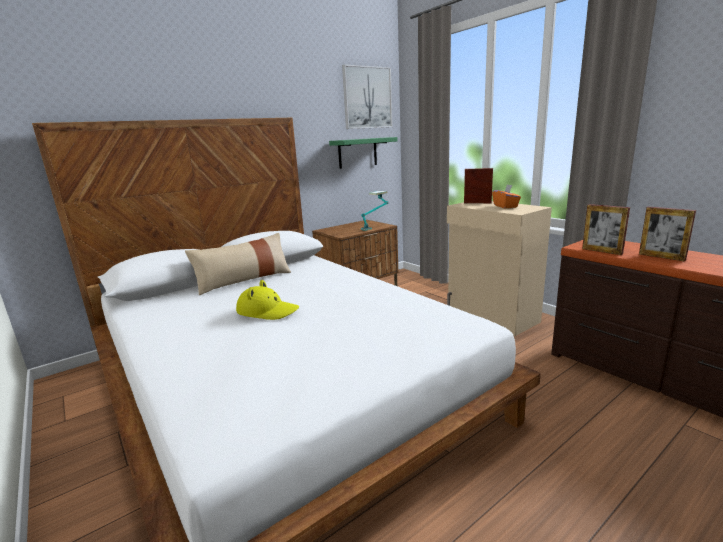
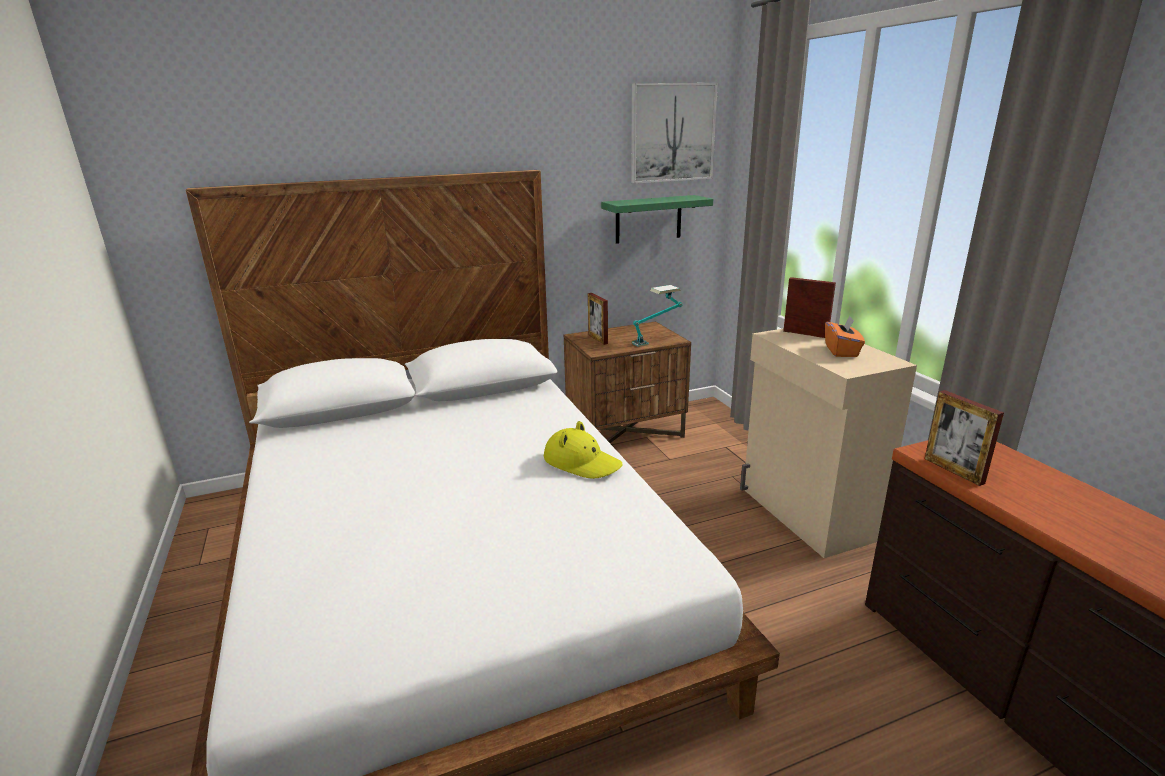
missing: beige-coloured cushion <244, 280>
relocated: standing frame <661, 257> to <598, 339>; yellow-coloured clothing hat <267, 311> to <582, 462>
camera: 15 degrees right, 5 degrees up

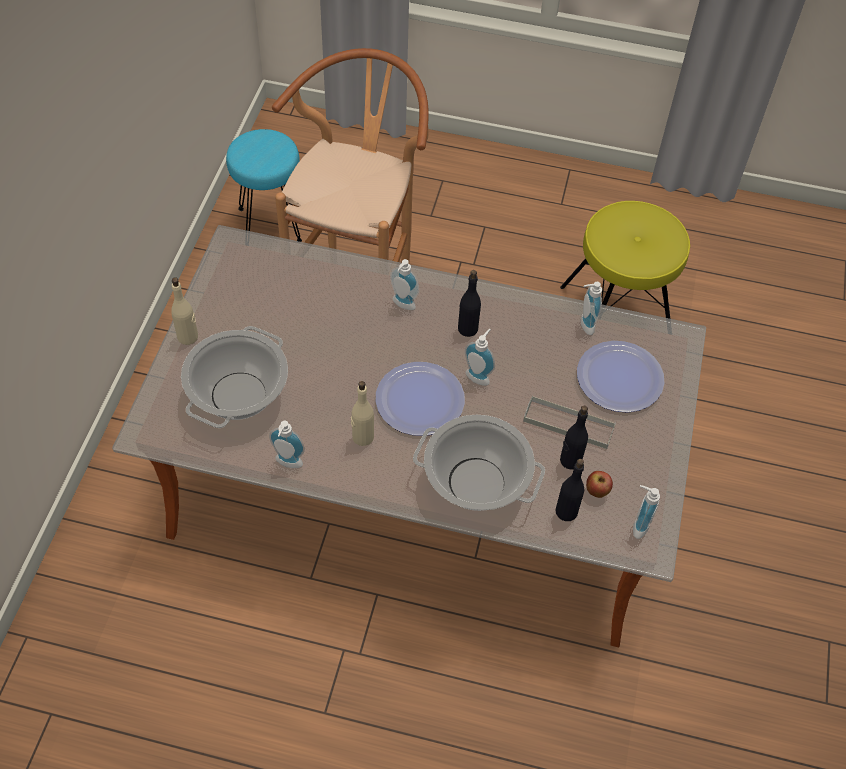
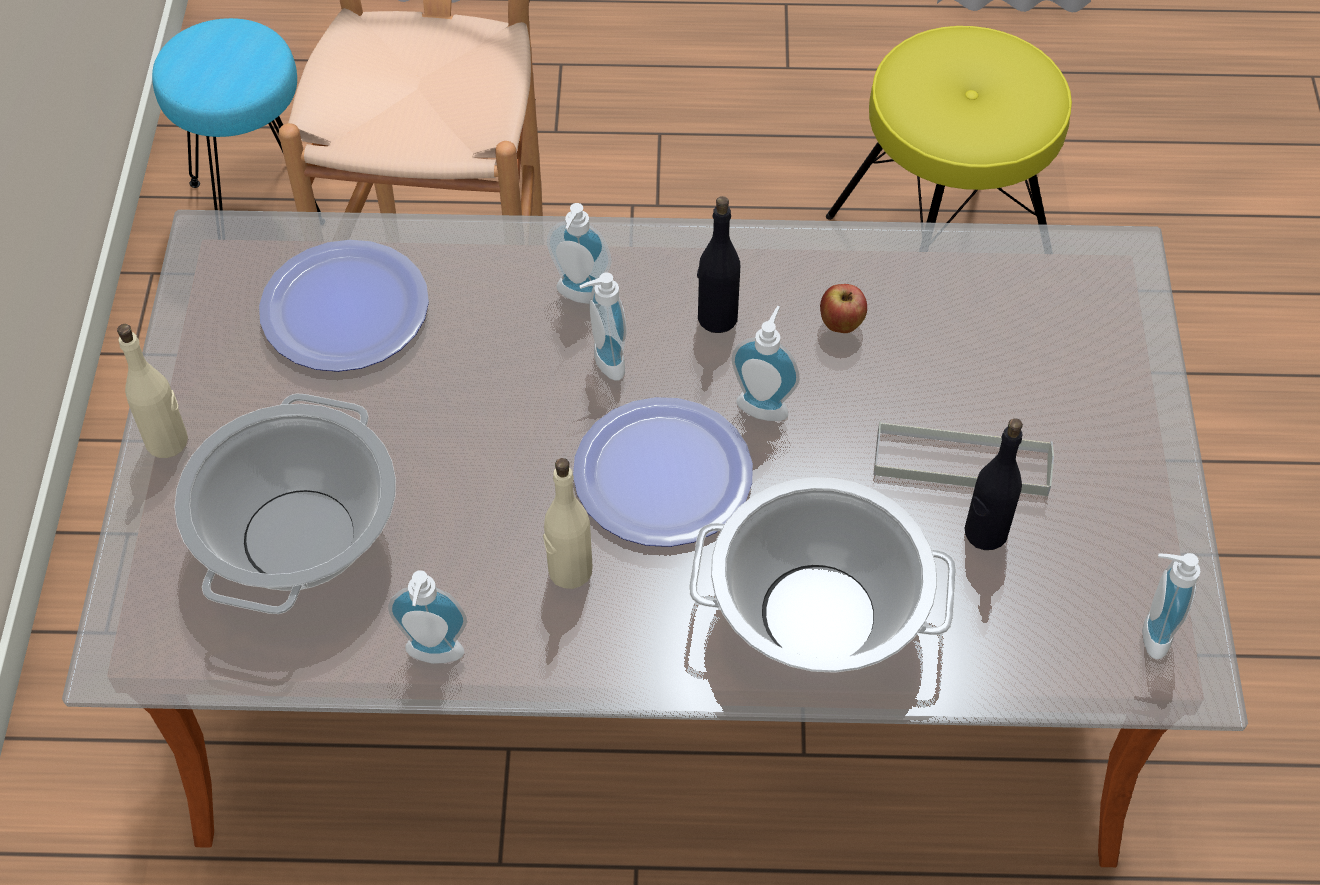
missing: black-coloured drink bottle <566, 511>
relocated: soap bottle <584, 325> to <603, 363>; plate <620, 378> to <345, 309>; whole apple <597, 491> to <841, 325>
camera: 10 degrees left, 0 degrees up

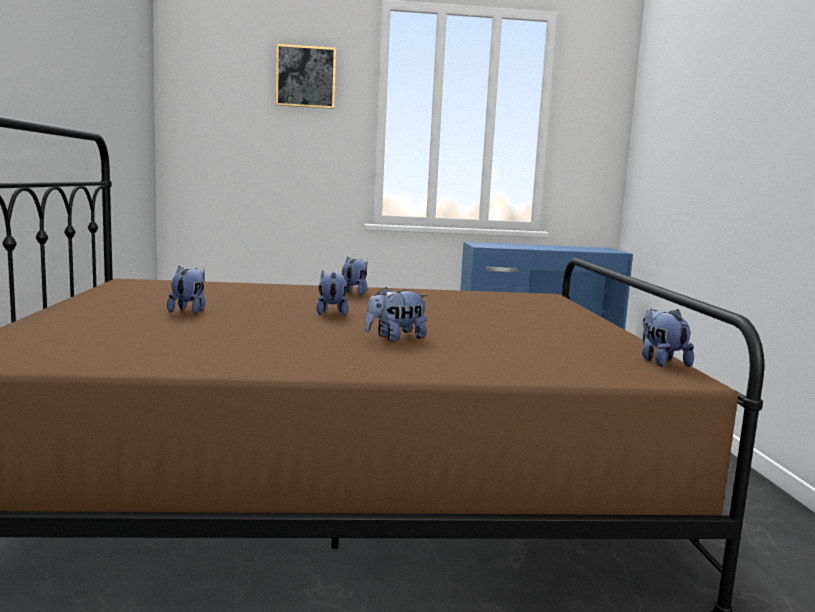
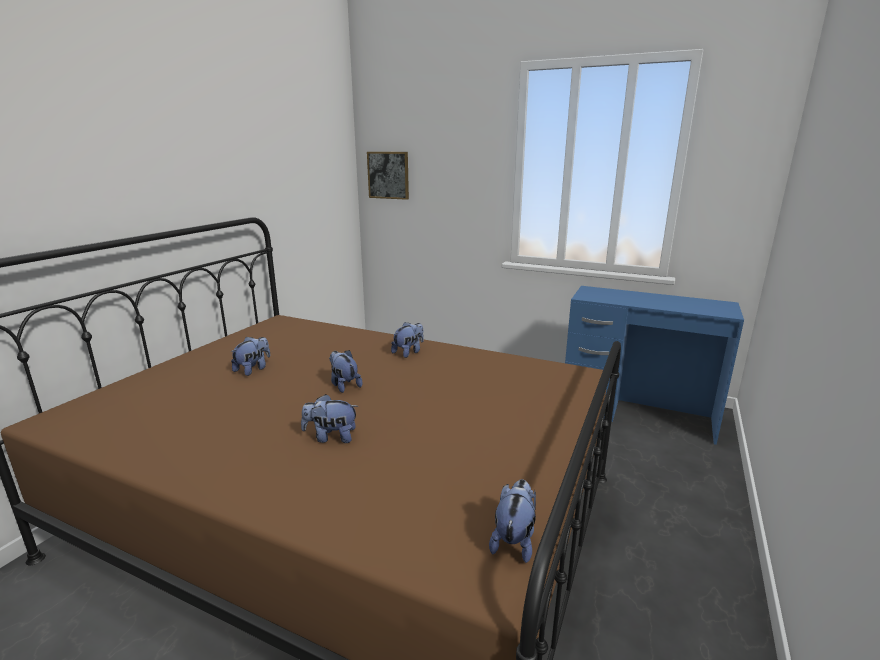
relocated: wall art <305, 77> to <388, 175>
spun: cuddly toy <332, 313> = <344, 385> 60 degrees counterclockwise
camera: 30 degrees right, 10 degrees up

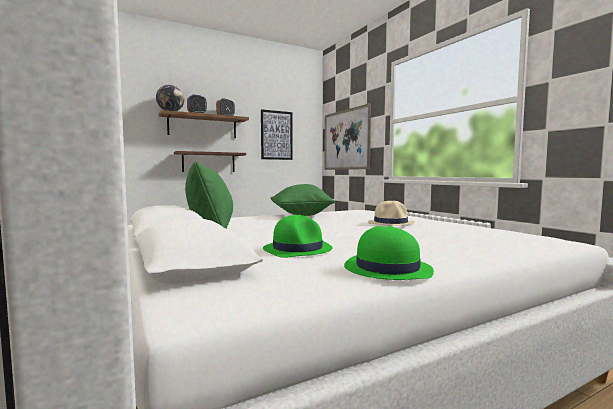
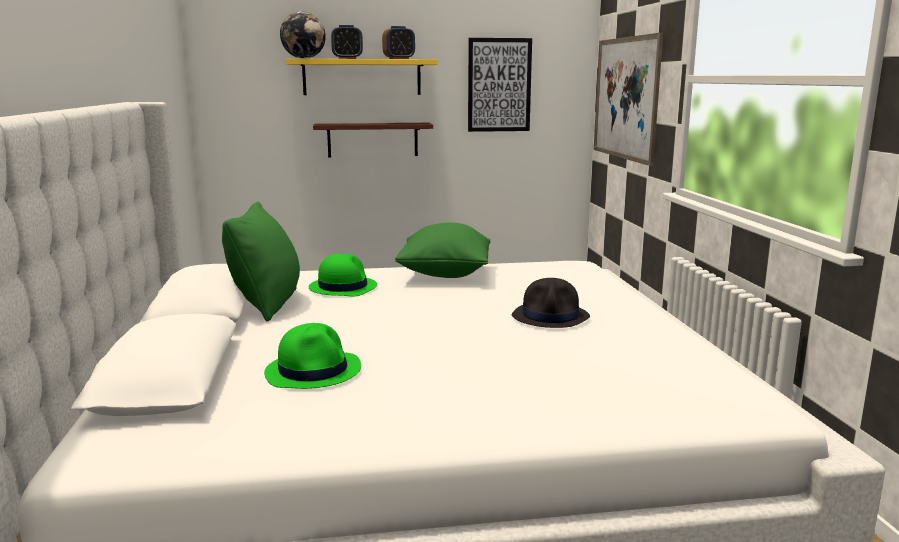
relocated: green-coloured clothing hat <386, 269> to <342, 287>
colour: brown-coloured wall shelf <202, 126> to yellow-coloured wall shelf <362, 77>; beige-coloured clothing hat <391, 223> to black-coloured clothing hat <551, 316>
camera: 20 degrees right, 10 degrees up

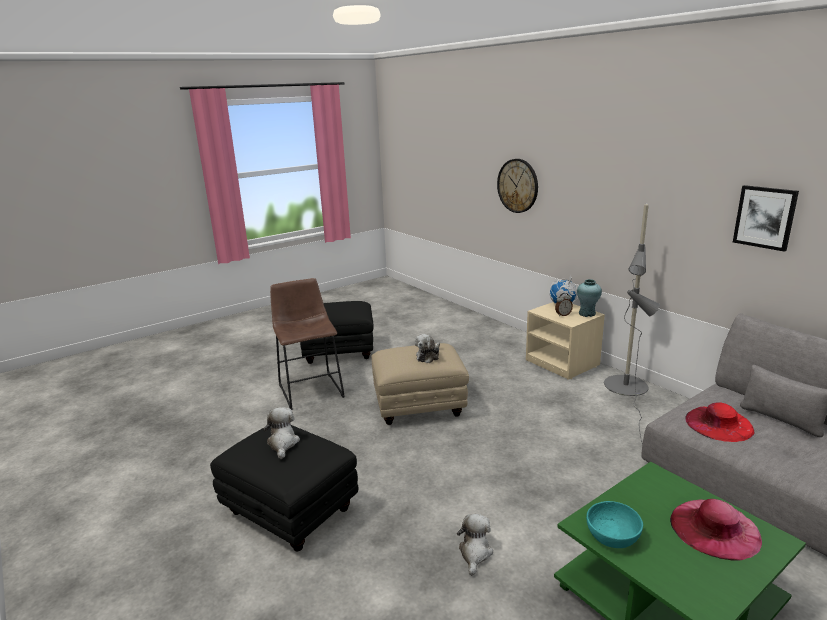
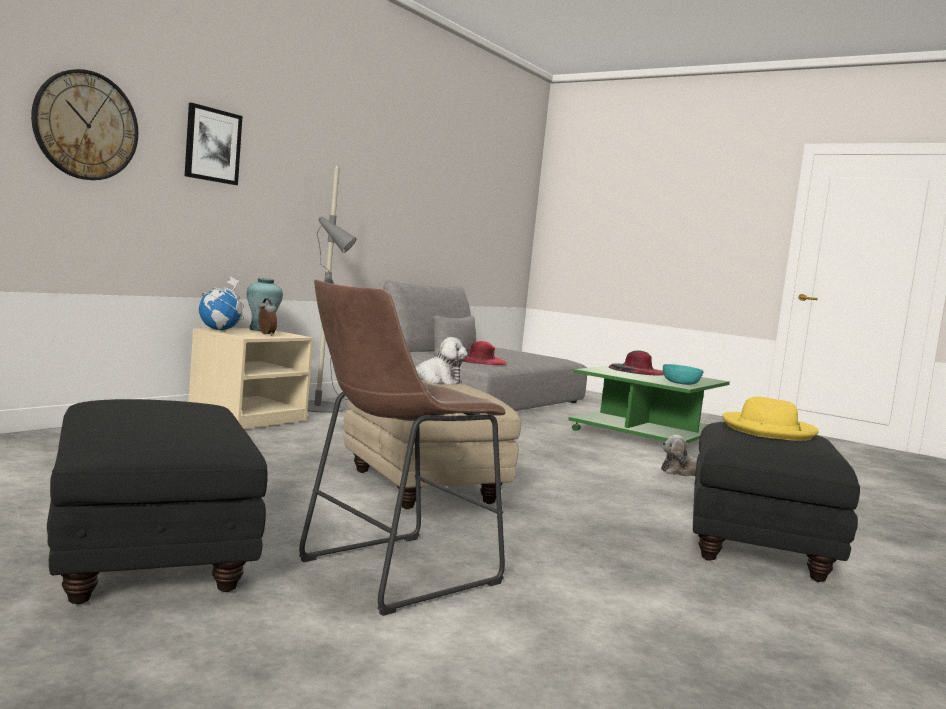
relocated: wall art <765, 217> to <212, 145>
exchanged: cuddly toy <282, 443> to yellow-coloured clothing hat <768, 431>
colour: pink clothing hat <715, 528> to black-coloured clothing hat <637, 370>
camera: 110 degrees left, 15 degrees down

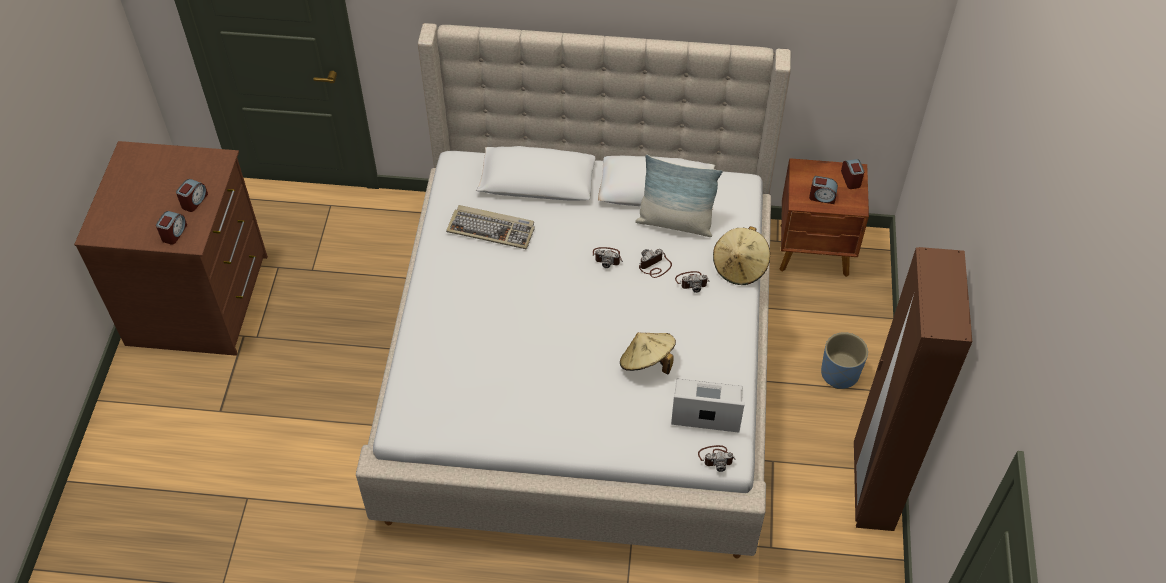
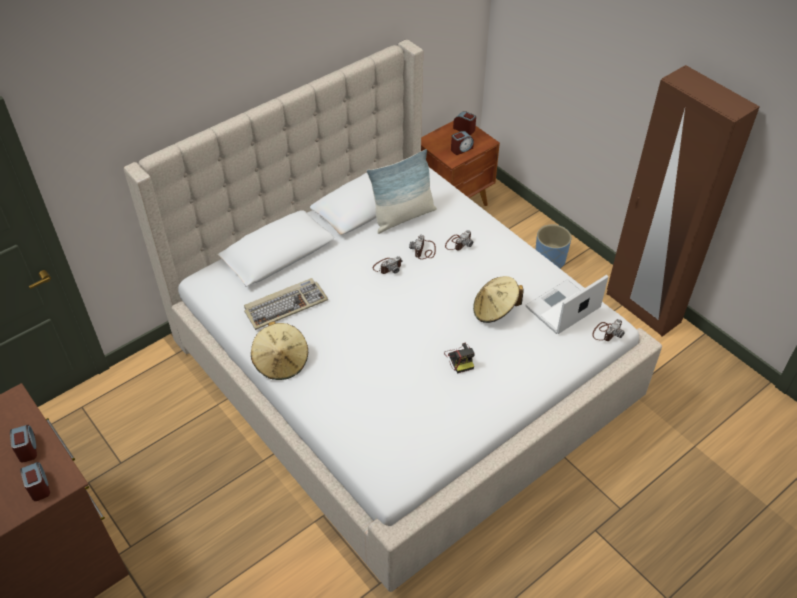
appeared: still camera <460, 359>
relocated: beige-coloured clothing hat <740, 267> to <281, 362>
camera: 45 degrees left, 5 degrees down

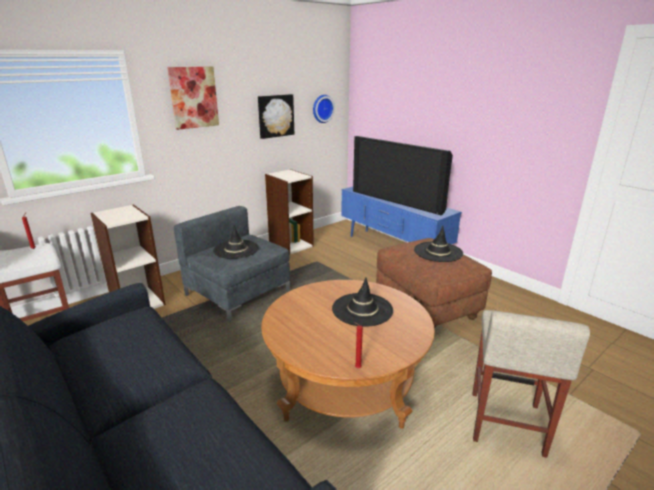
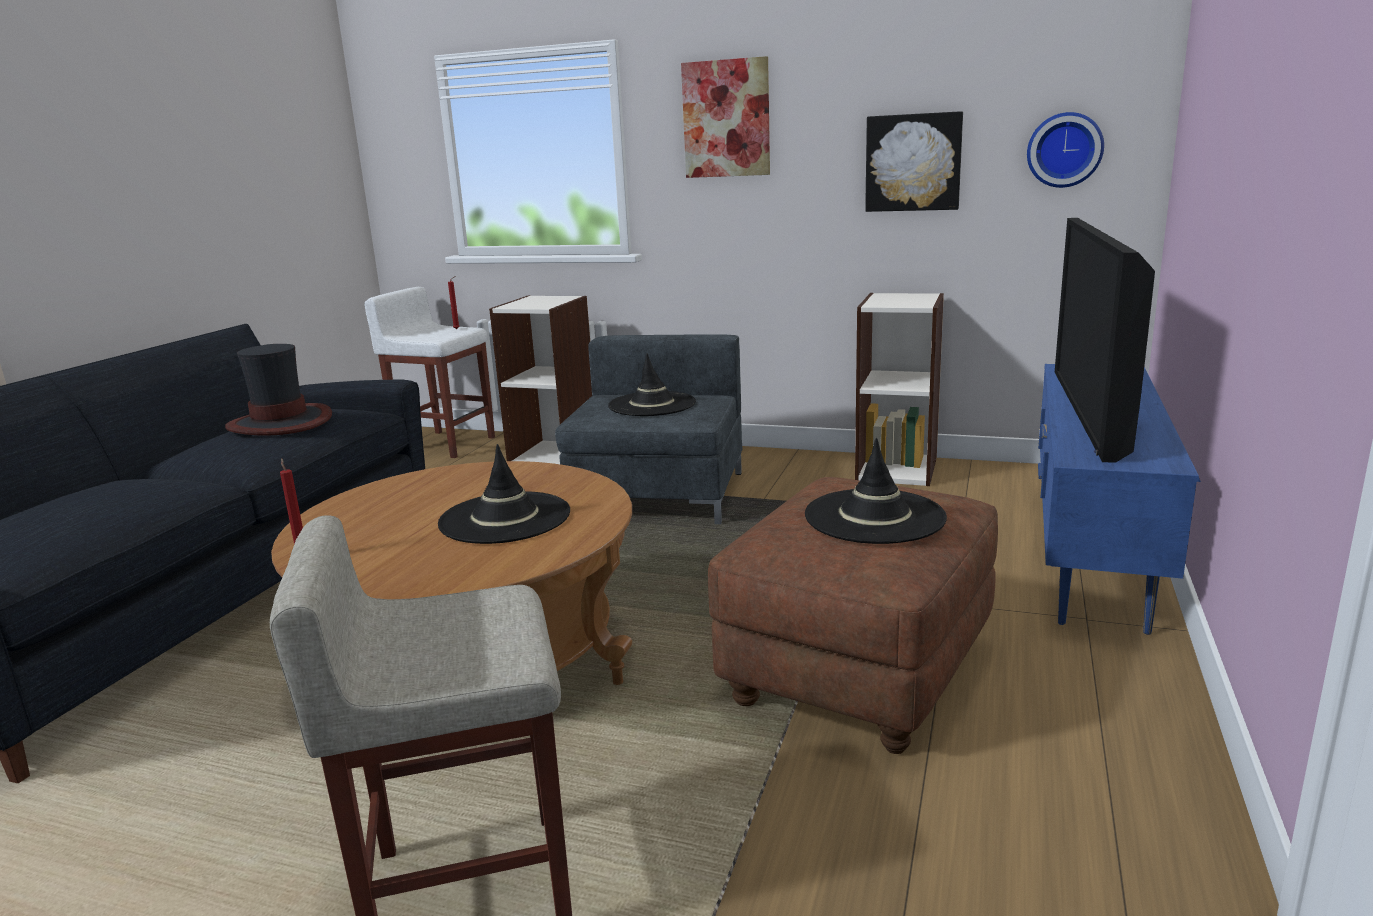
appeared: clothing hat <281, 423>
camera: 60 degrees right, 5 degrees down

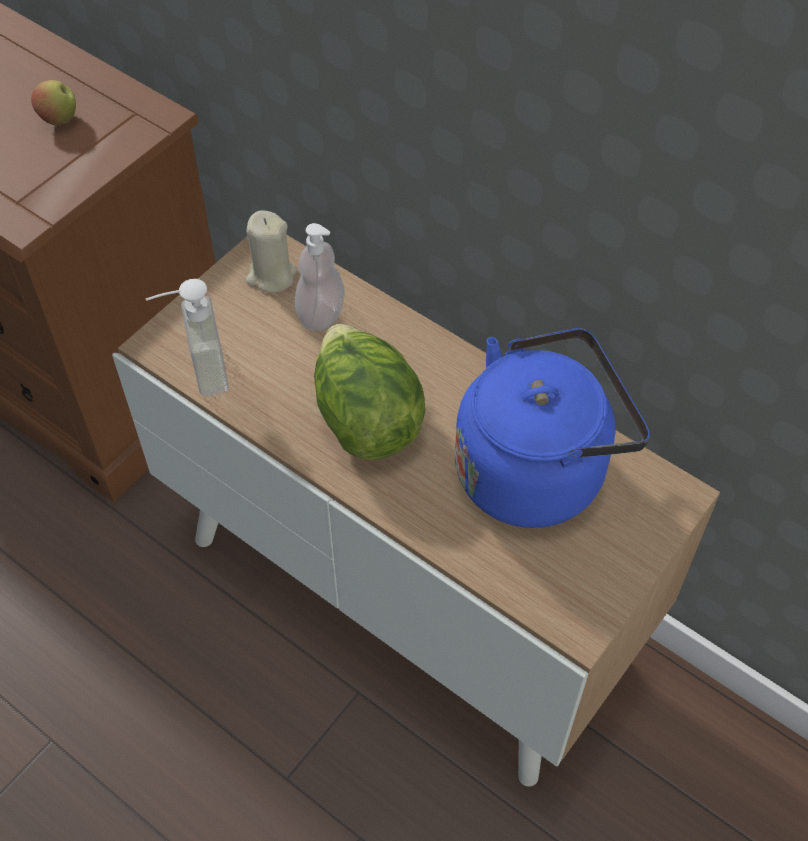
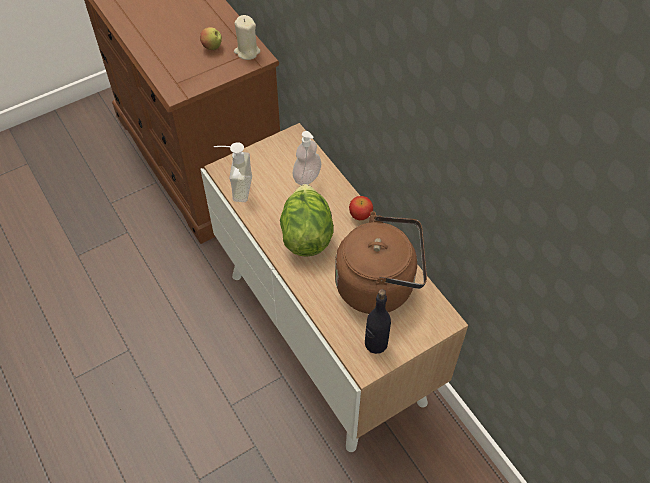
appeared: whole apple <360, 215>; black-coloured drink bottle <375, 343>
relocated: beige-coloured wax light <271, 276> to <247, 52>
colour: blue kettle <537, 469> to brown-coloured kettle <379, 285>
camera: 20 degrees right, 0 degrees up

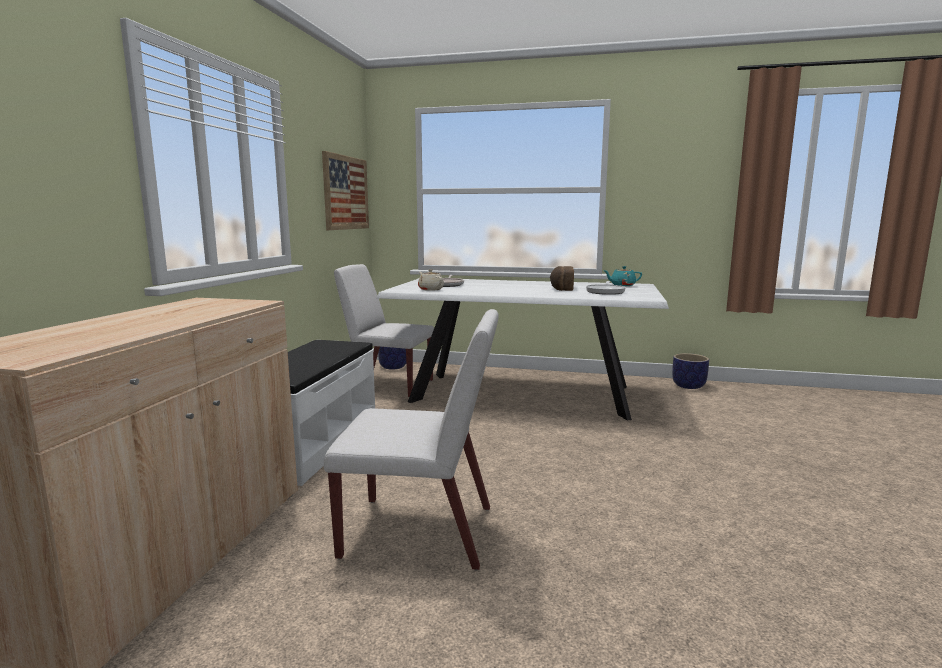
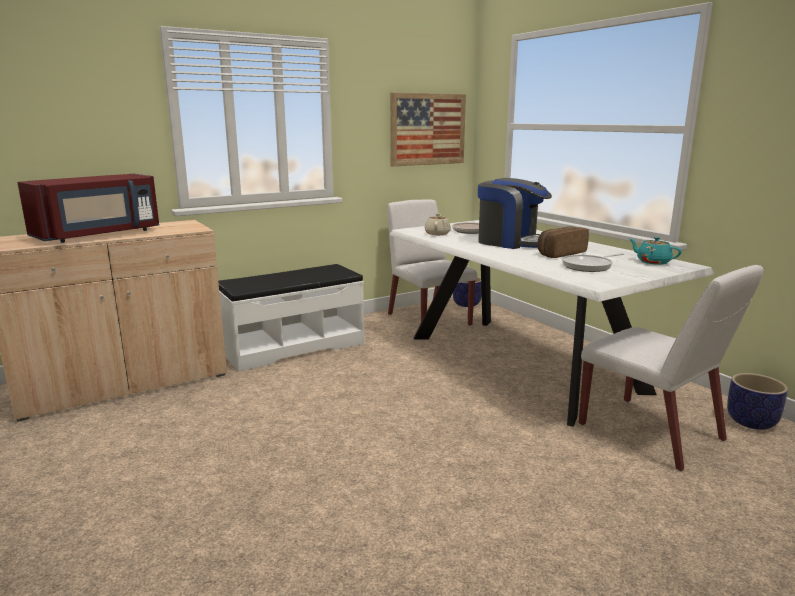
appeared: red microwave oven <99, 235>; coffee maker <511, 242>
relocated: white chair <421, 532> to <652, 433>
camera: 45 degrees right, 5 degrees up

